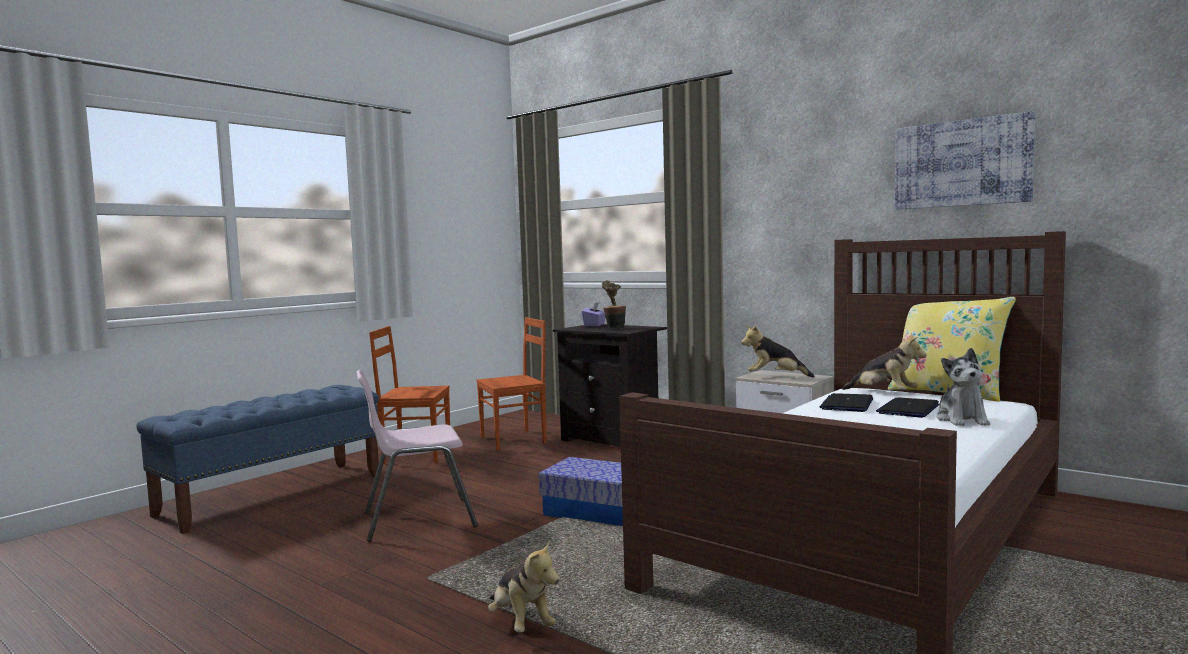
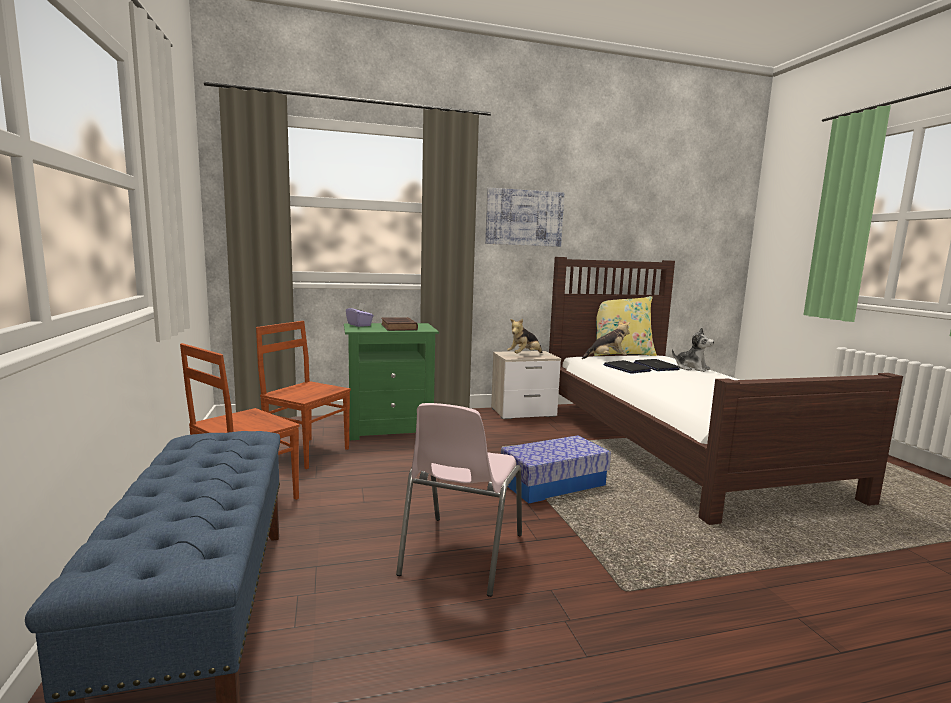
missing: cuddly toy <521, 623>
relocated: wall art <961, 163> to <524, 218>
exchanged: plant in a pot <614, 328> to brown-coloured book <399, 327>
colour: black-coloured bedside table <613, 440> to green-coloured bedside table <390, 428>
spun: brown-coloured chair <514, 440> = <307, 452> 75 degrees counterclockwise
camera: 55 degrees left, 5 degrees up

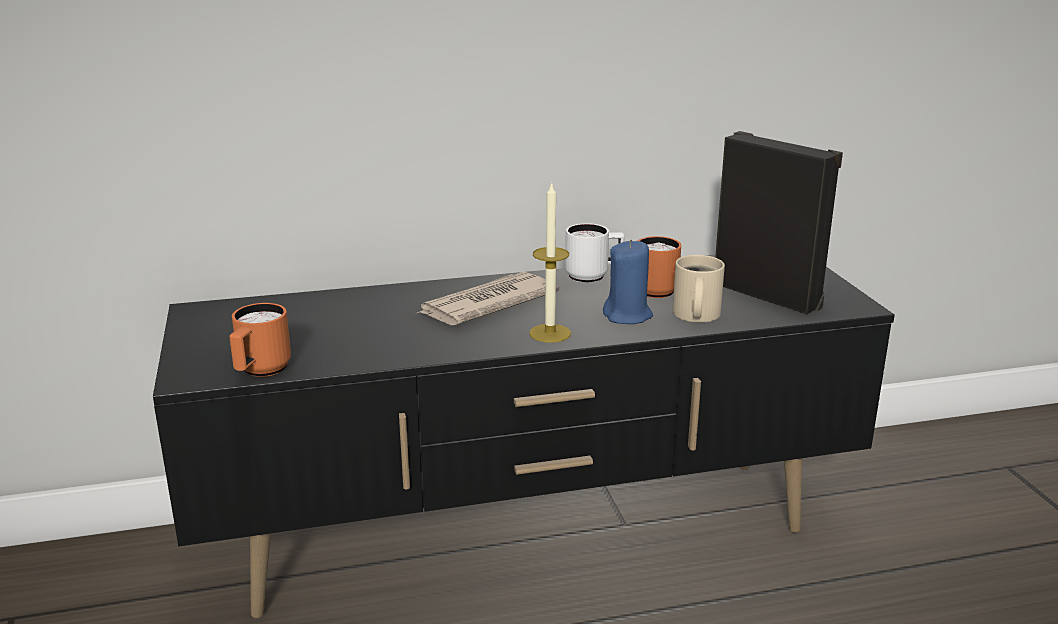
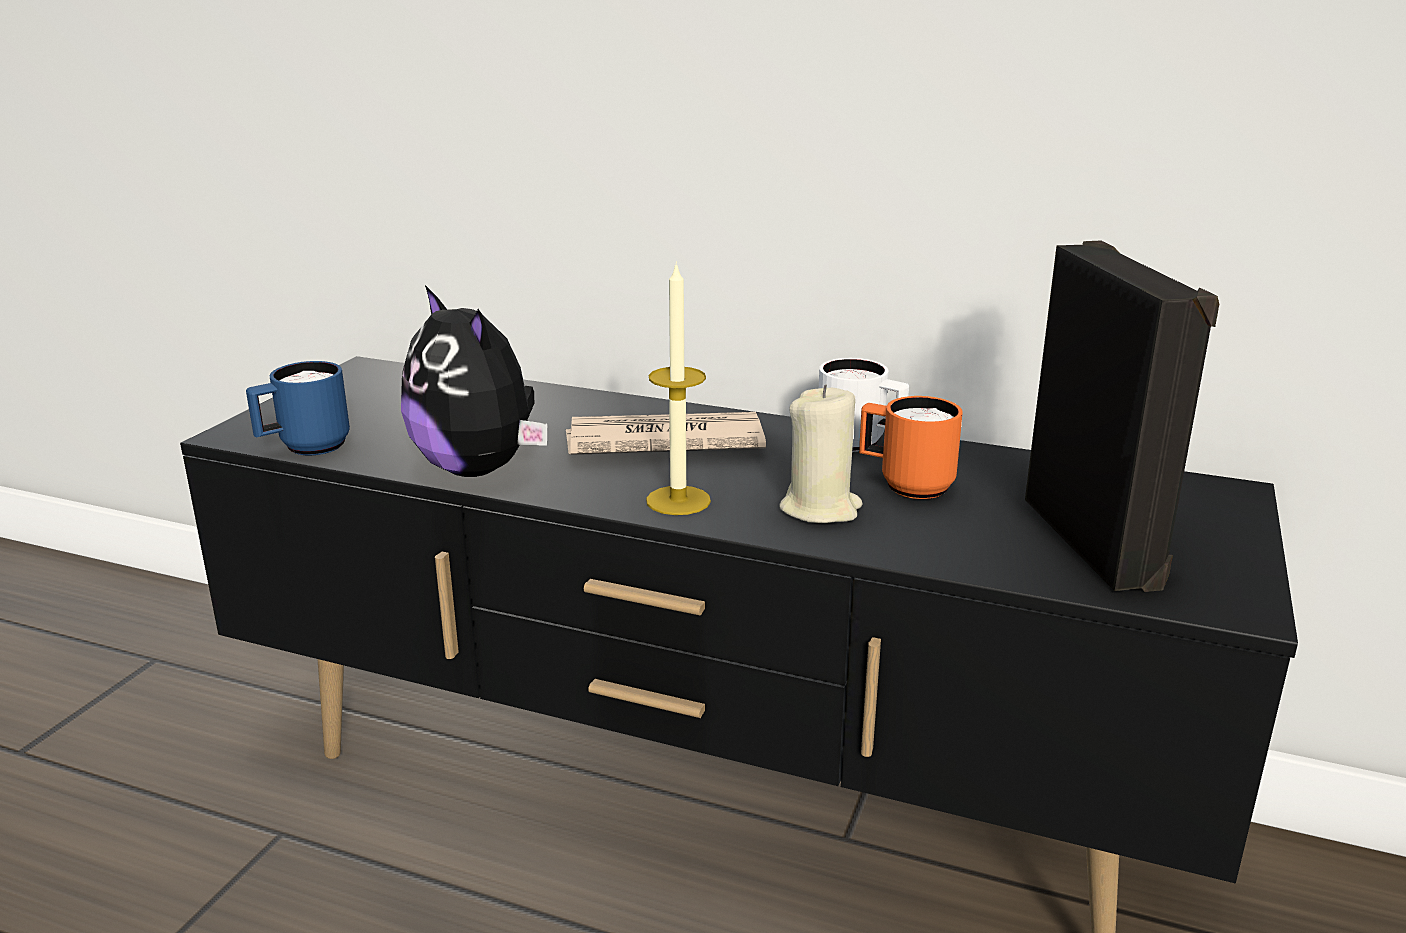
missing: beige-coloured tea mug <694, 315>
appeared: cuddly toy <479, 468>
colour: blue wax light <628, 316> to beige-coloured wax light <821, 509>; orange tea mug <260, 372> to blue tea mug <304, 448>
camera: 35 degrees right, 0 degrees up

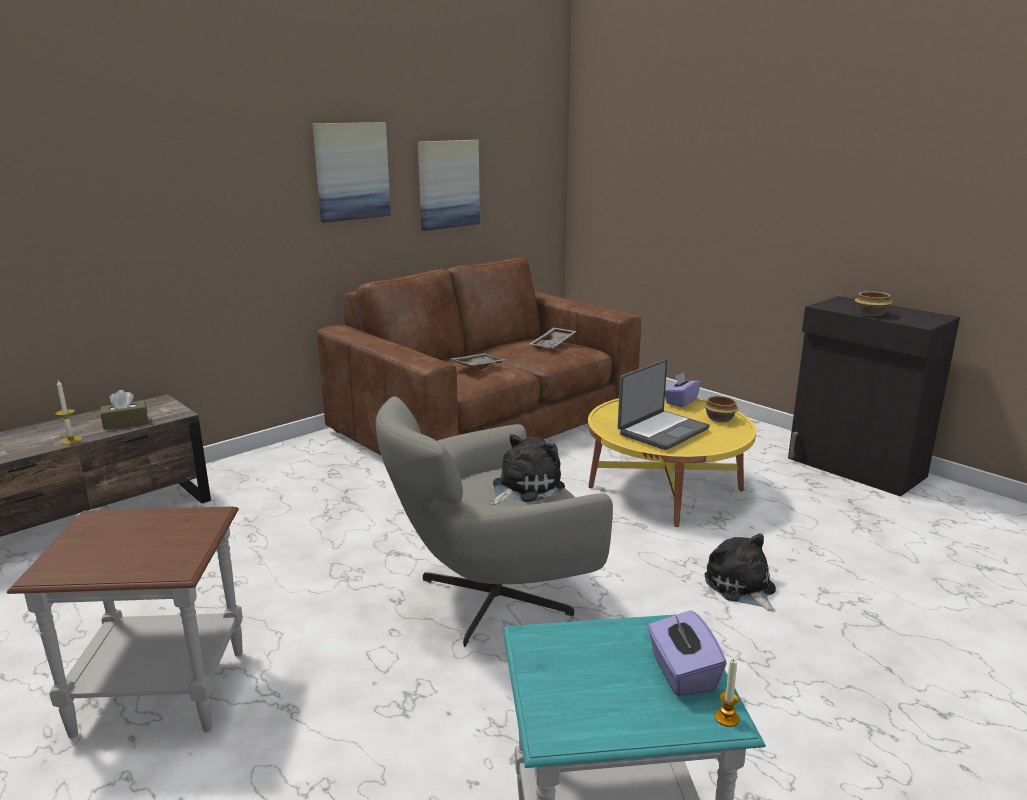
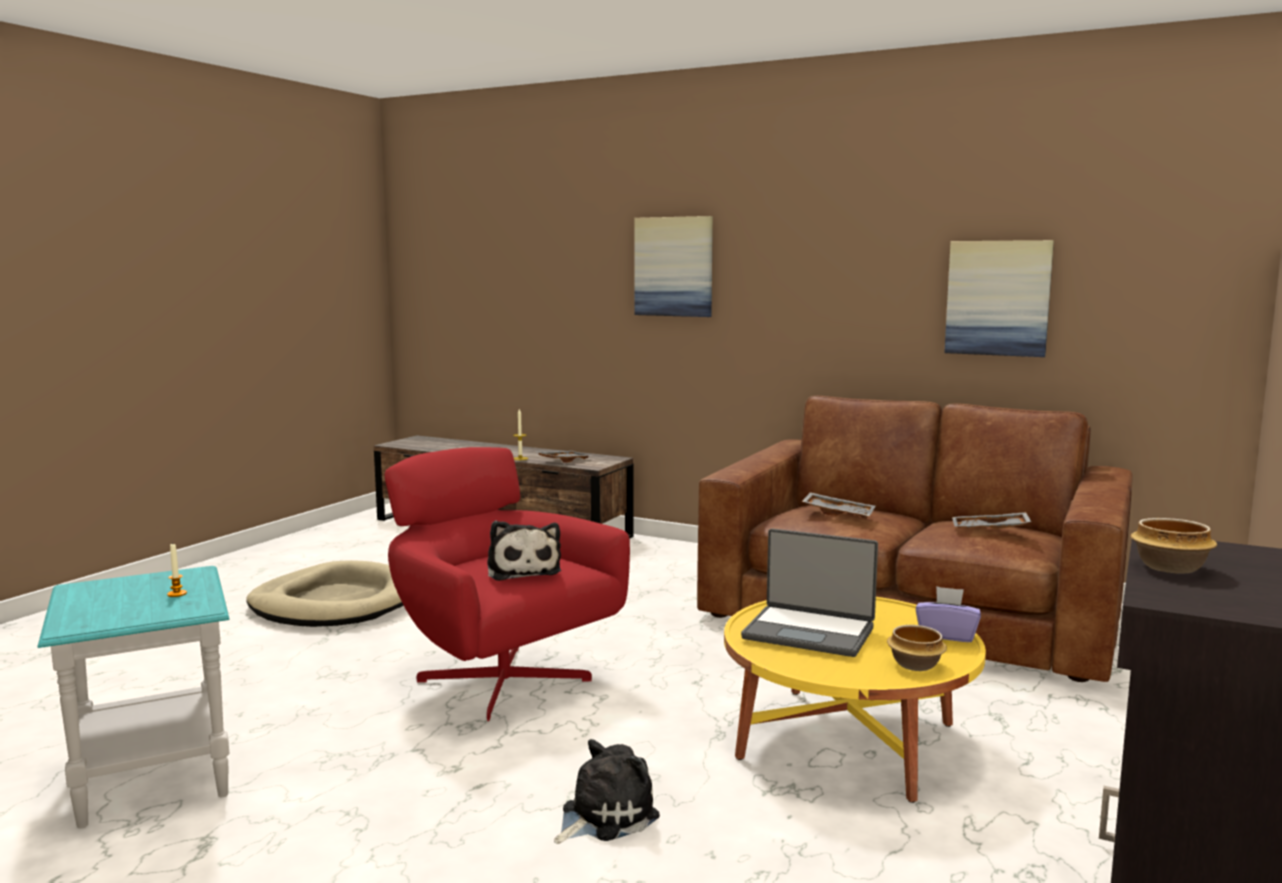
missing: purple-coloured box of tissues <682, 673>
relocated: wall art <351, 171> to <674, 266>; wax light <726, 718> to <177, 594>
exchanged: brown-coloured box of tissues <126, 423> to gray tray <562, 461>; brown-coloured end table <159, 692> to beige-coloured dog bed <335, 603>
colour: gray easy chair <489, 599> to red easy chair <499, 679>
spun: cuddly toy <524, 487> = <523, 570> 45 degrees clockwise
camera: 70 degrees right, 10 degrees down

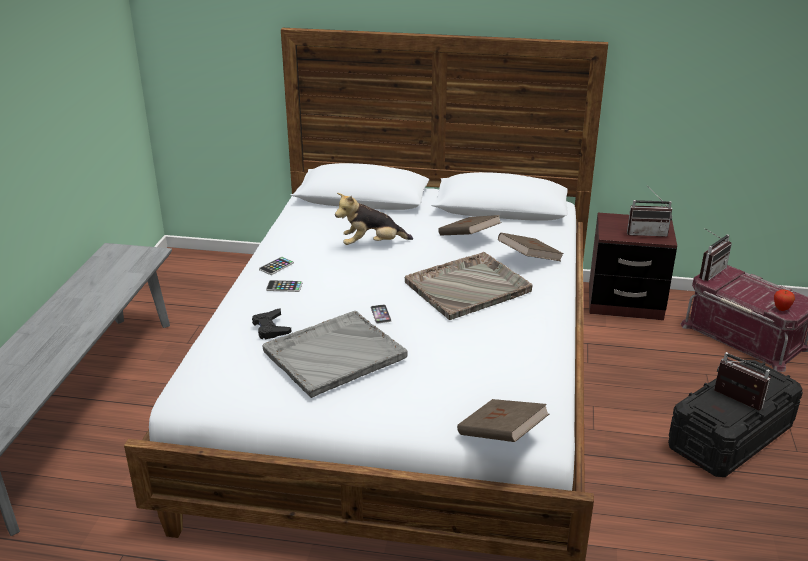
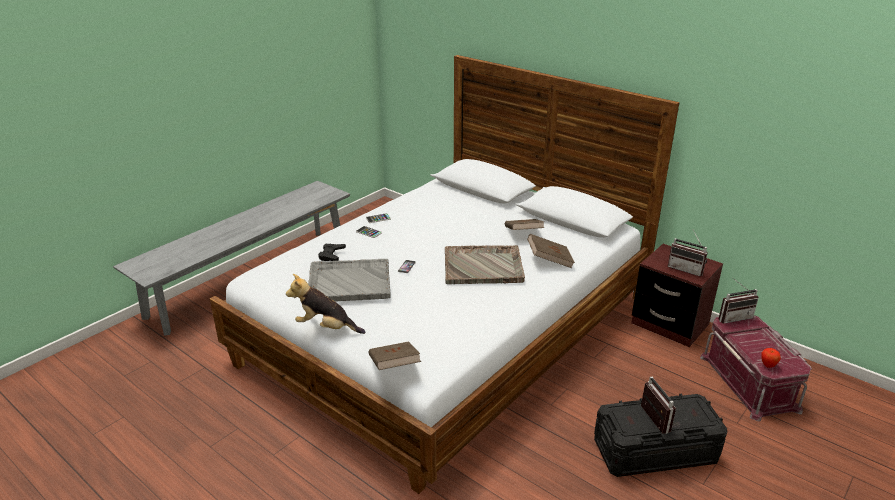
relocated: cuddly toy <372, 245> to <326, 327>
camera: 30 degrees right, 0 degrees up

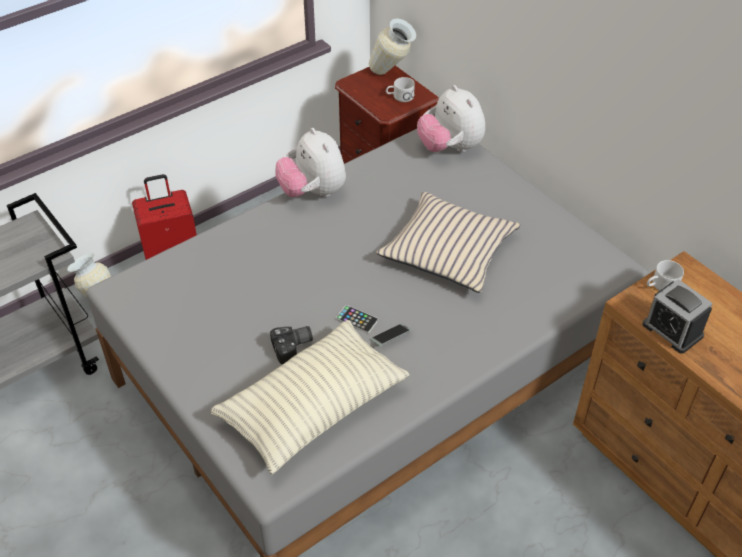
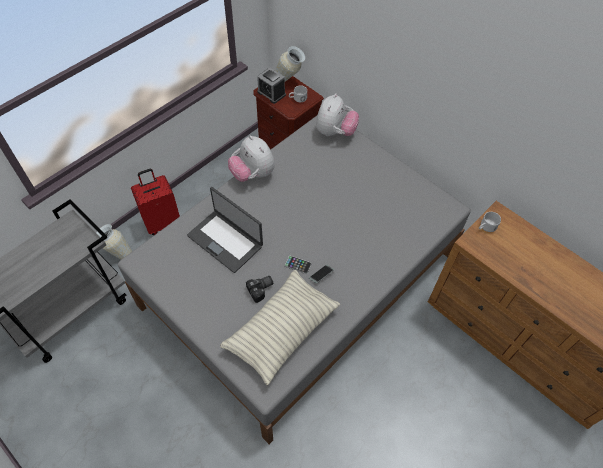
missing: beige-coloured cushion <448, 251>
appeared: notebook computer <225, 240>
relocated: alarm clock <672, 330> to <271, 93>
spun: cuddly toy <450, 148> = <335, 132> 120 degrees counterclockwise
camera: 10 degrees left, 10 degrees up

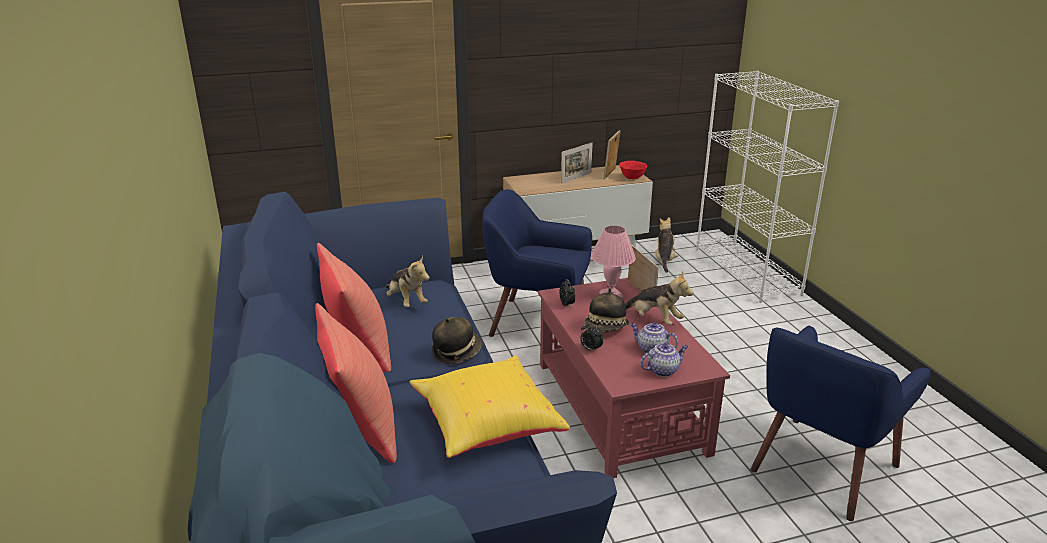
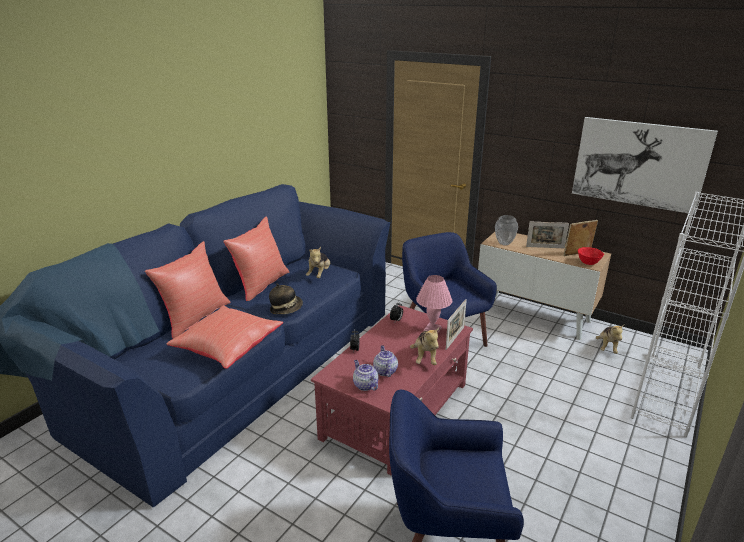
missing: clothing hat <606, 328>
appeared: wall art <639, 164>; decorative vase <504, 243>
colour: yellow-coloured cushion <486, 425> to red cushion <227, 348>
spun: cuddly toy <664, 260> = <607, 347> 135 degrees clockwise; tea pot <663, 370> = <365, 385> 150 degrees counterclockwise
camera: 50 degrees right, 0 degrees up

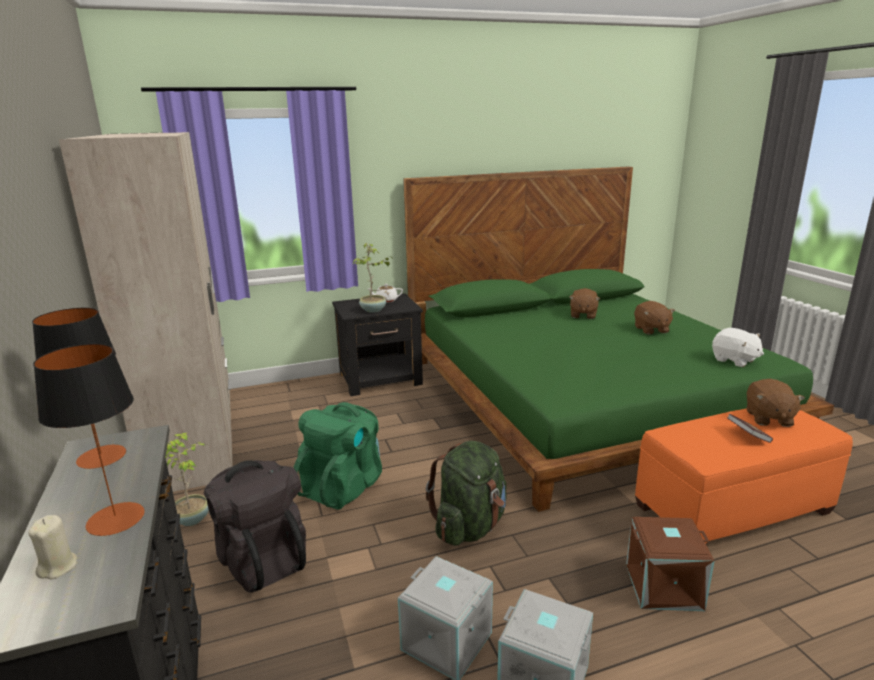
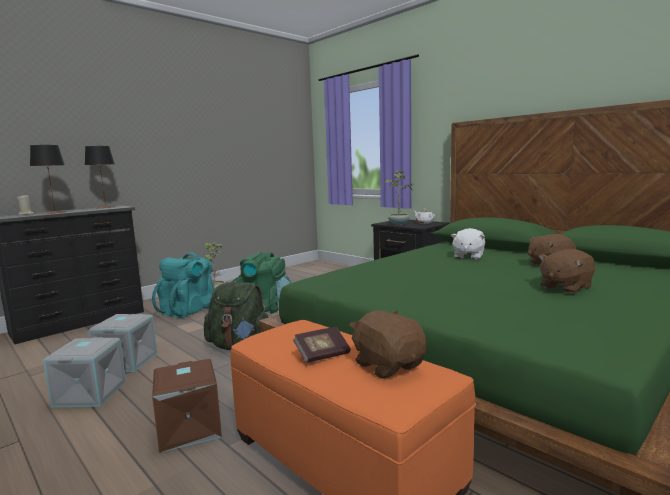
missing: beige-coloured wardrobe <194, 435>
relocated: white cuddly toy <734, 360> to <468, 256>
colour: black-coloured knapsack <262, 559> to turquoise-coloured knapsack <189, 310>
spun: brown-coloured cuddly toy <768, 418> = <388, 365> 75 degrees clockwise
camera: 65 degrees right, 10 degrees down

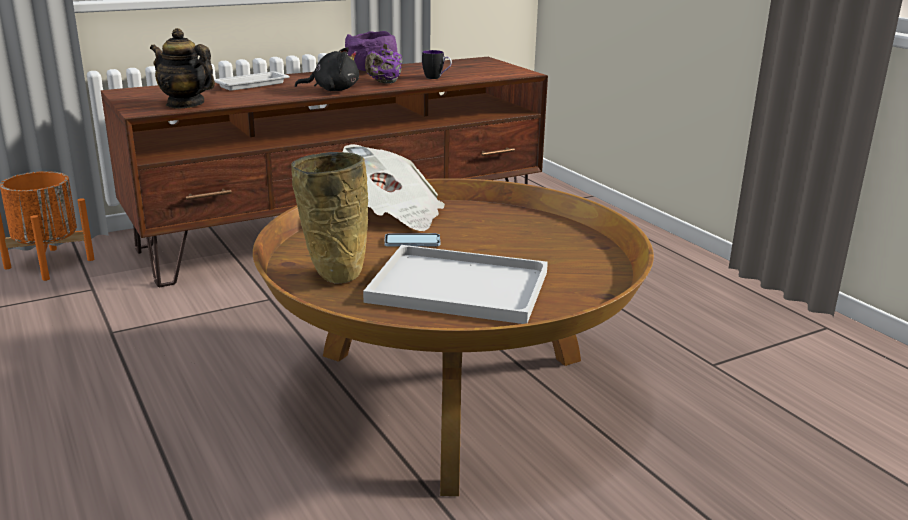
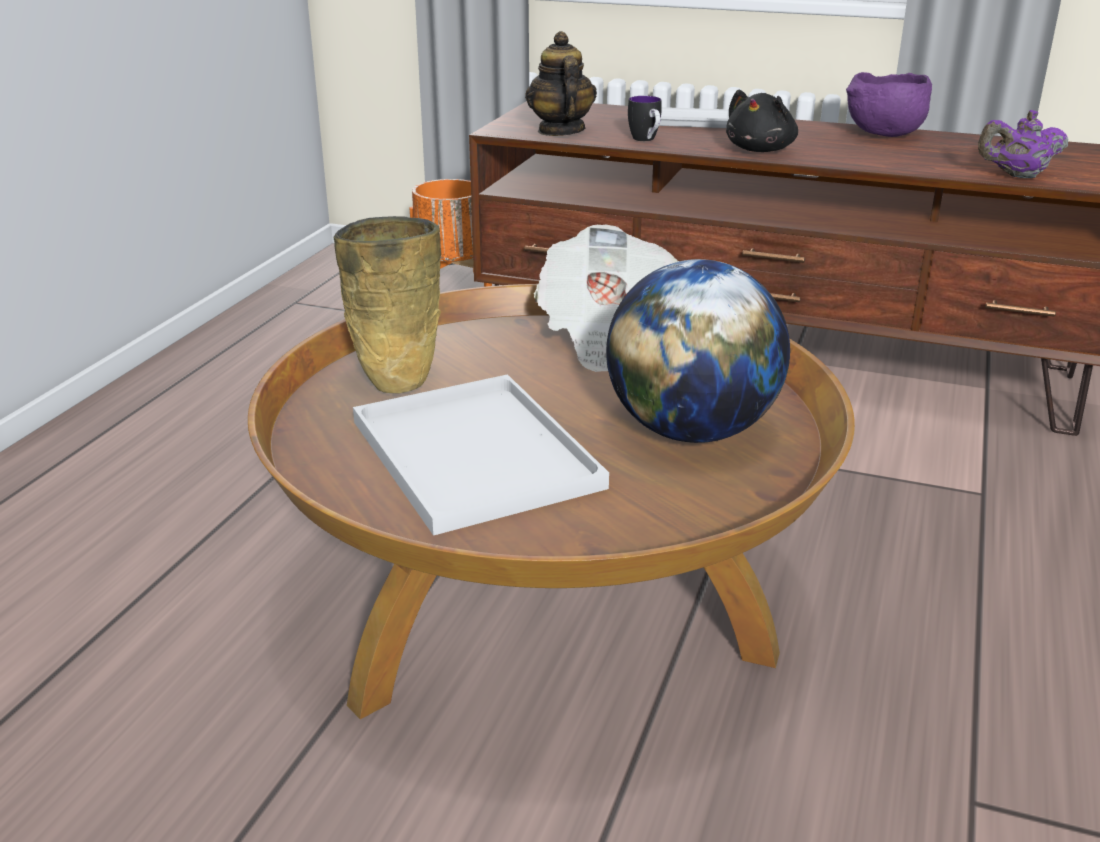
missing: handset <412, 242>
appeared: globe <691, 431>
relocated: purple-coloured tea pot <385, 83> to <1017, 176>; tea mug <436, 78> to <646, 140>
spun: black-coloured cuddly toy <333, 90> = <761, 150> 75 degrees clockwise
camera: 50 degrees right, 5 degrees up

